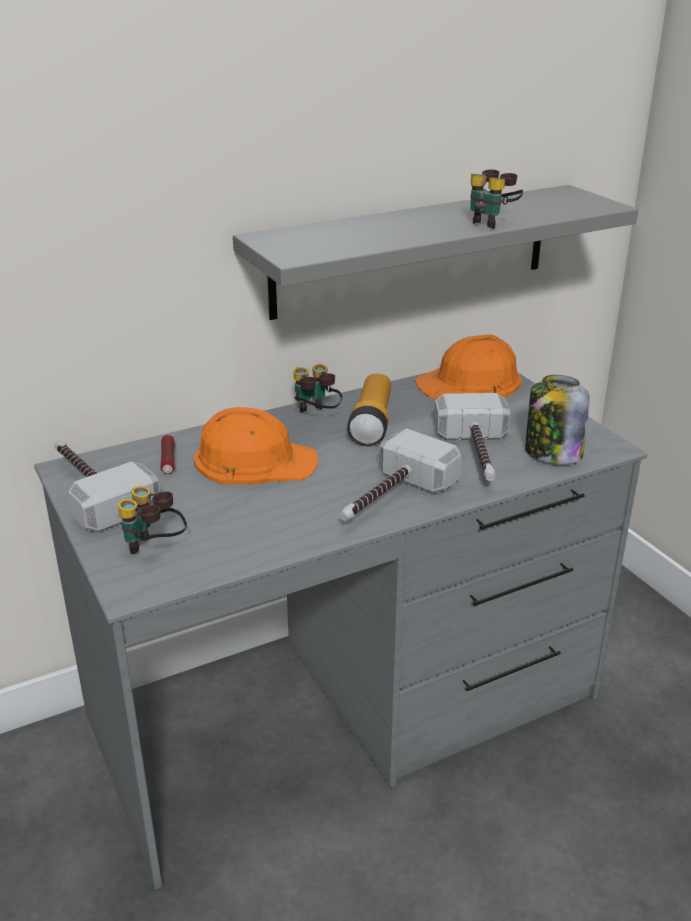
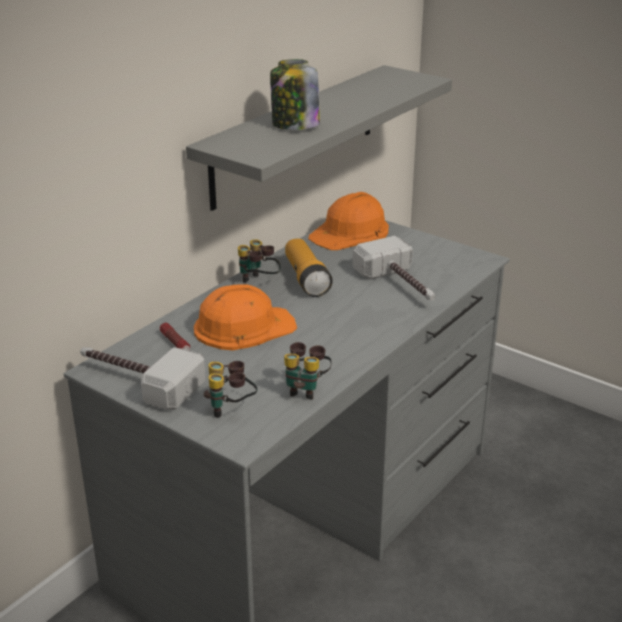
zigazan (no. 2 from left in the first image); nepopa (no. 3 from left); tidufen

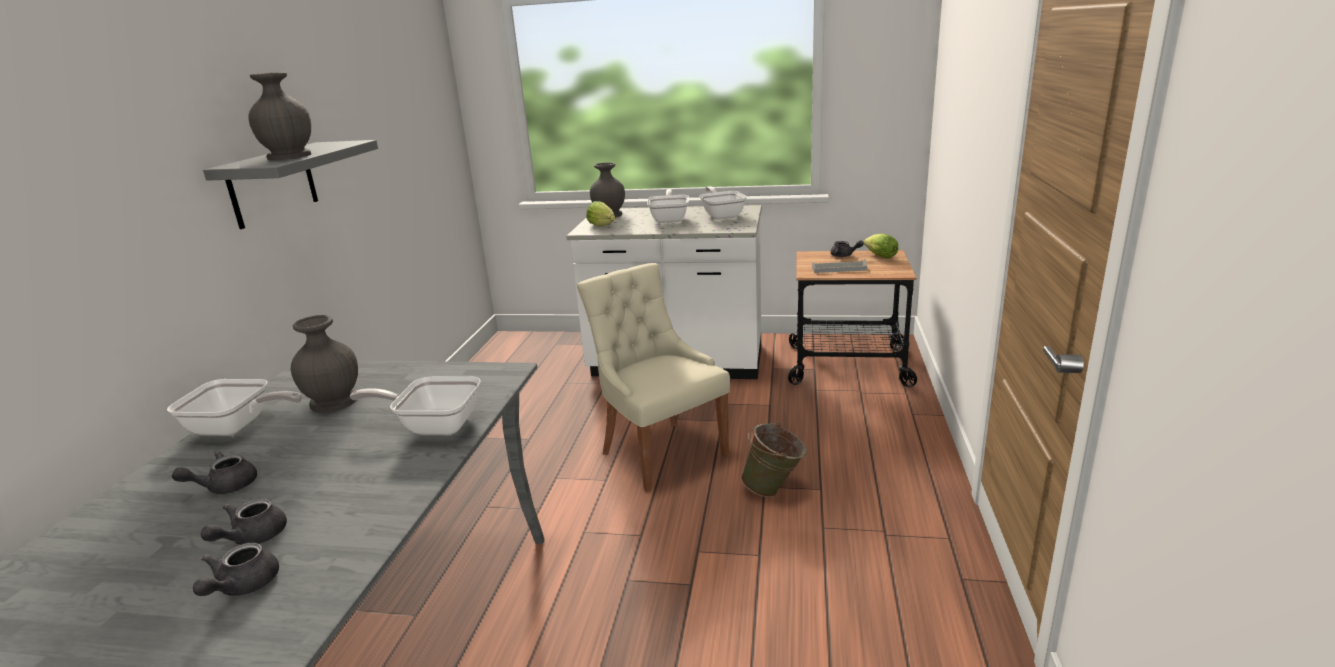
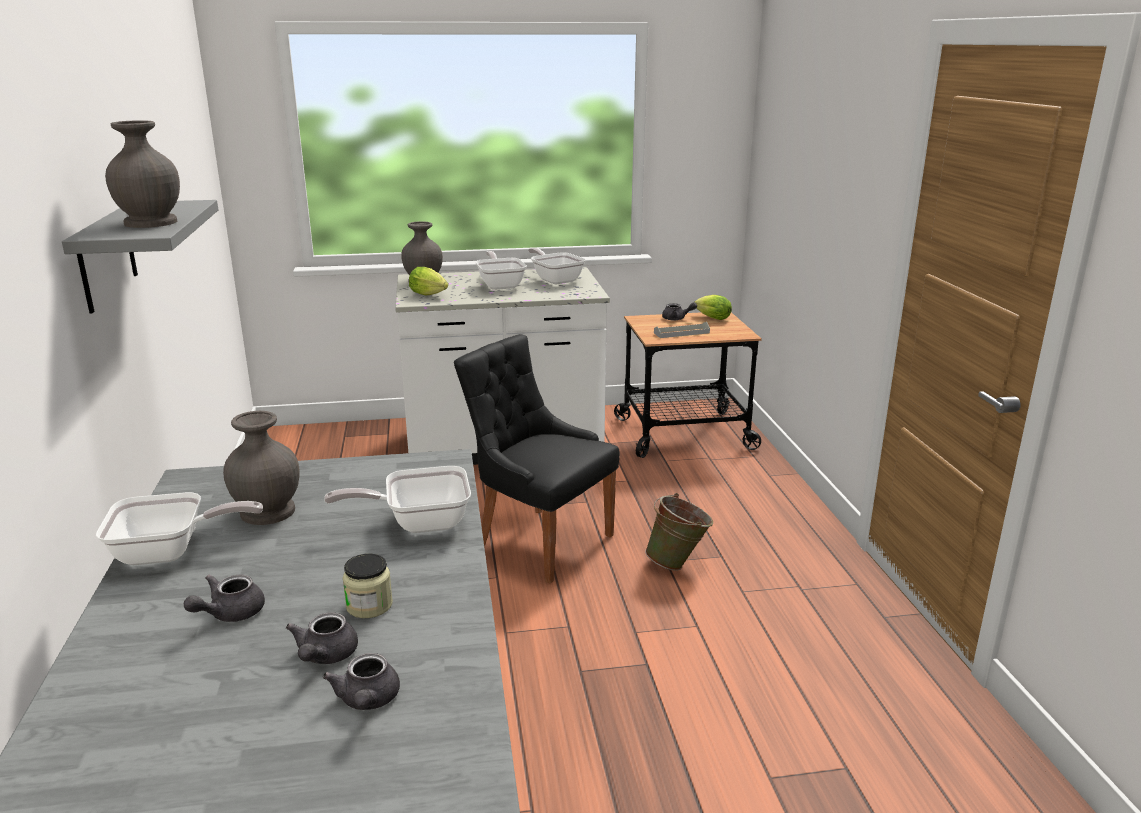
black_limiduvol; tidufen

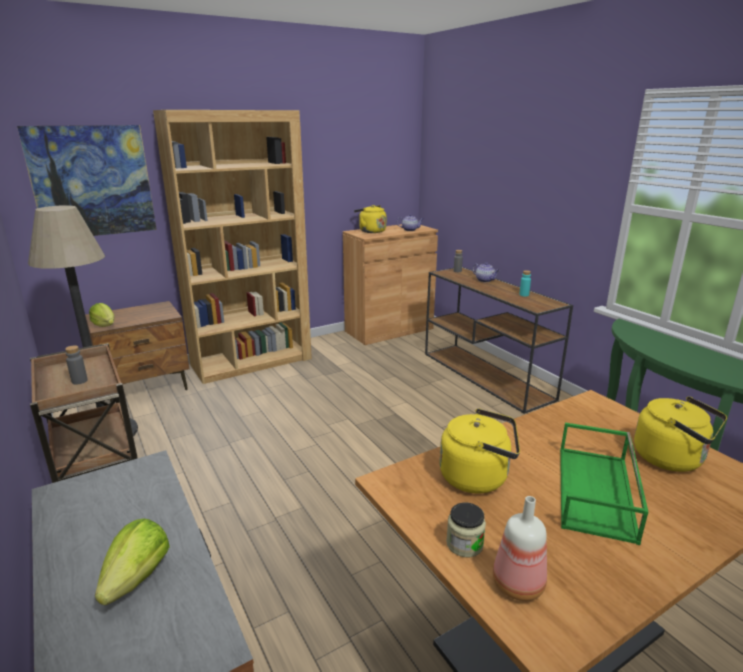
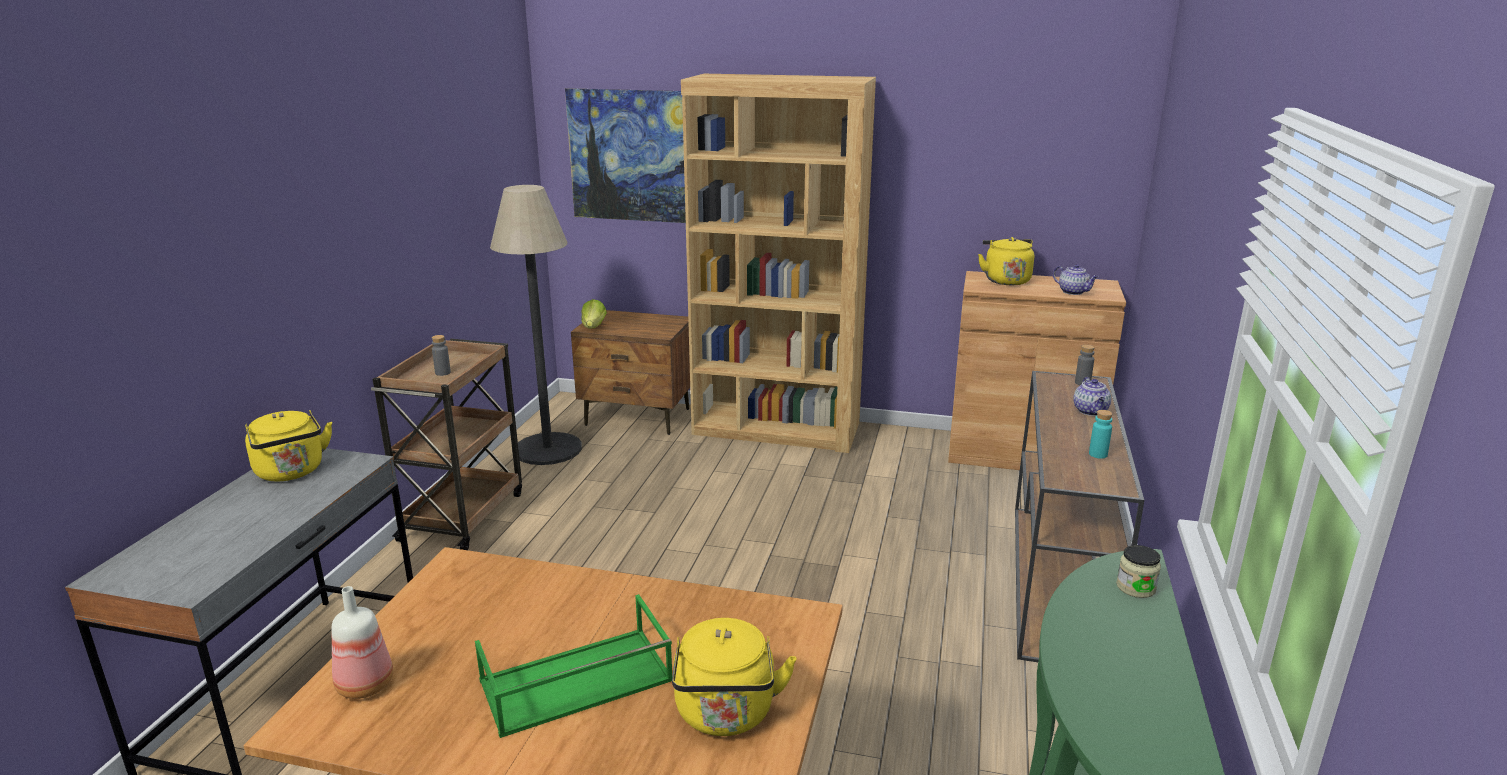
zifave (no. 2 from left in the first image); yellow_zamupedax (no. 1 from left); tidufen

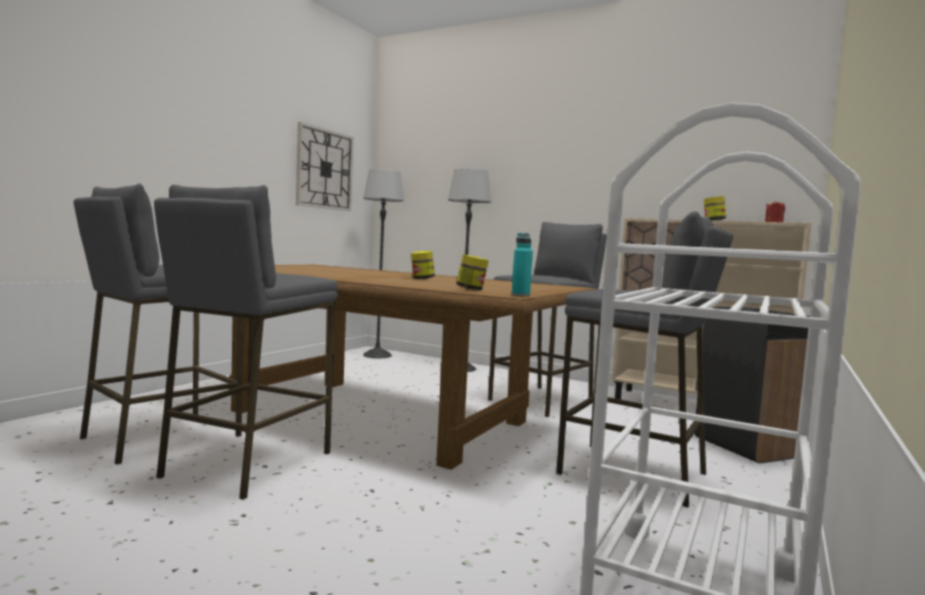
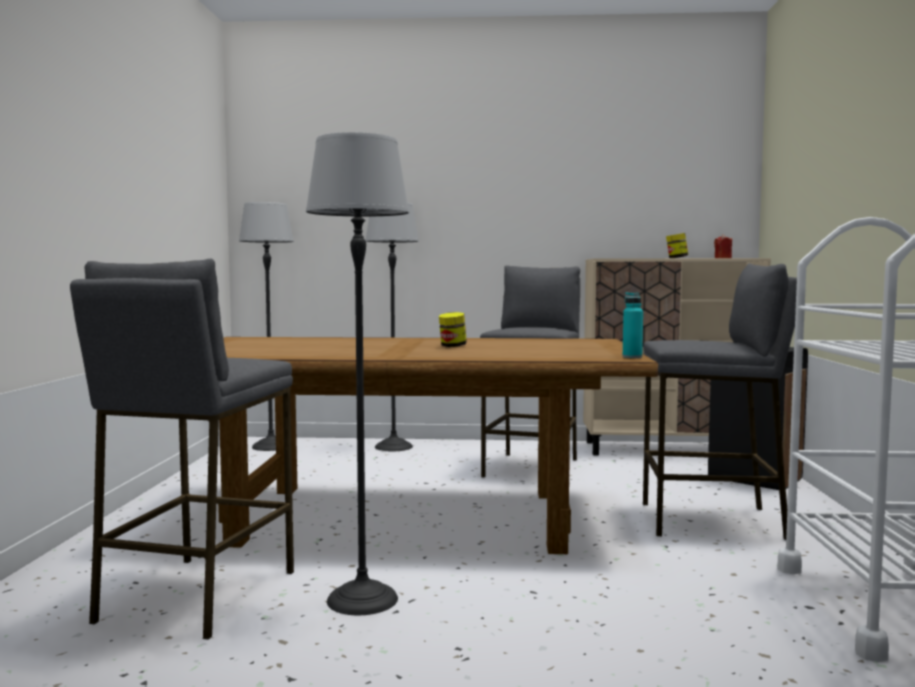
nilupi (no. 2 from left); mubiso; tidufen (no. 2 from left in the first image)

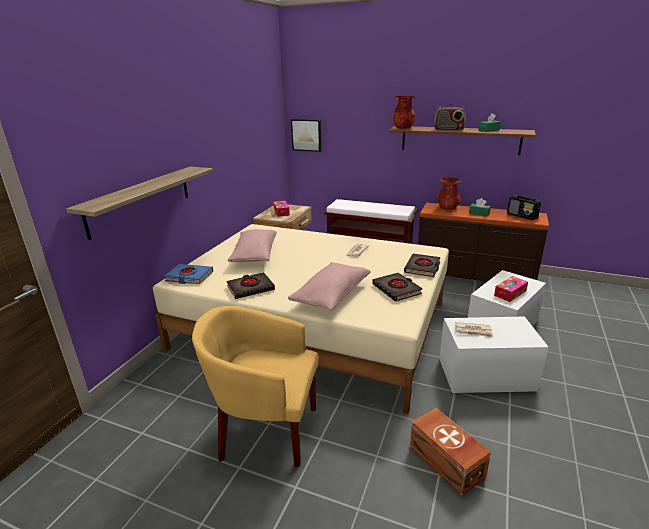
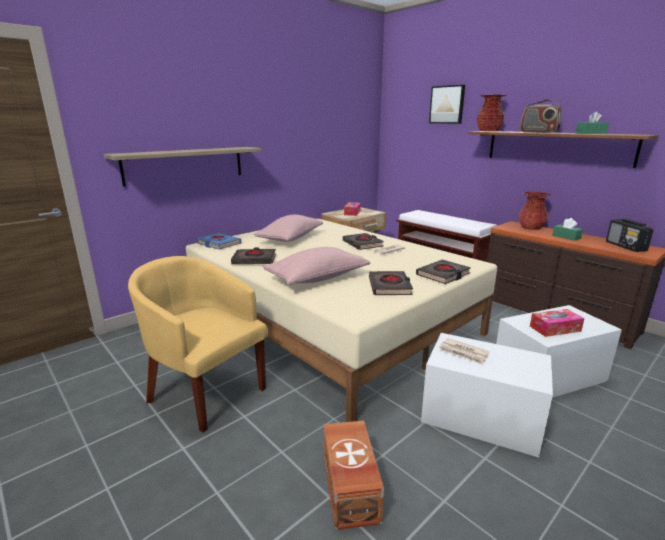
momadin; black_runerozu (no. 2 from left)

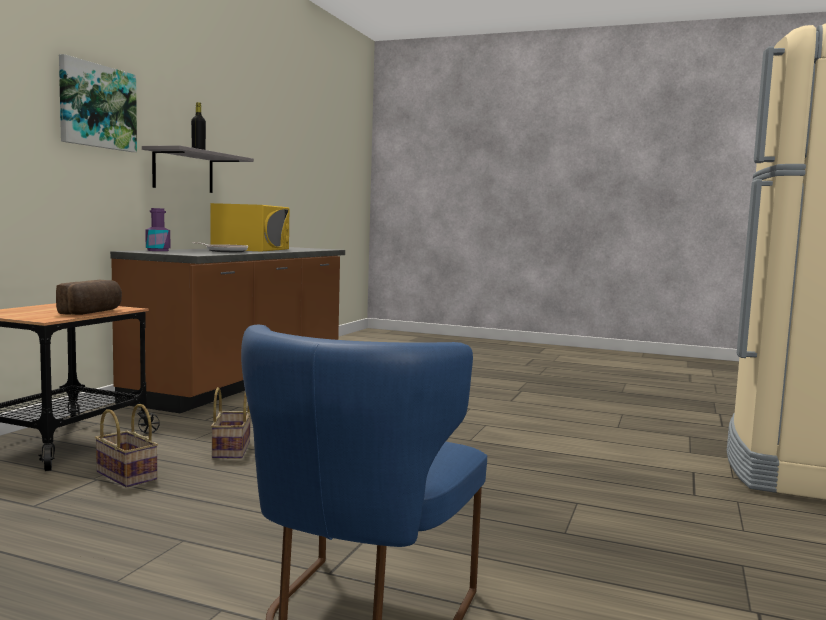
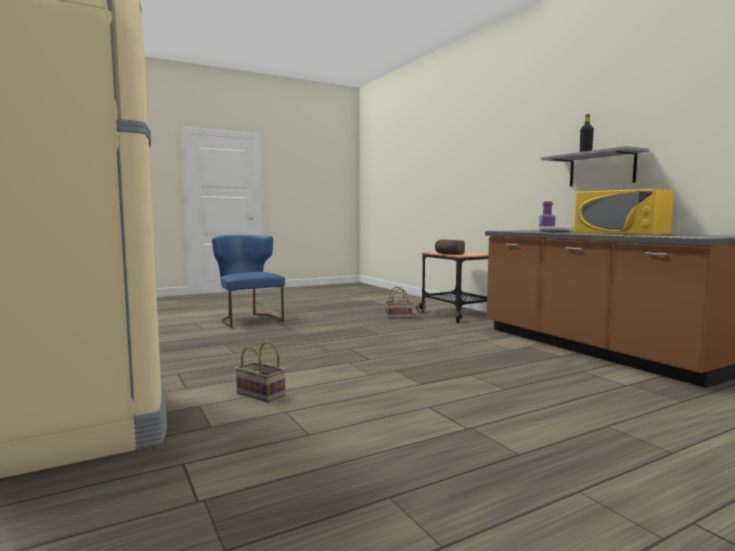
momadin; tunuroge (no. 1 from left)

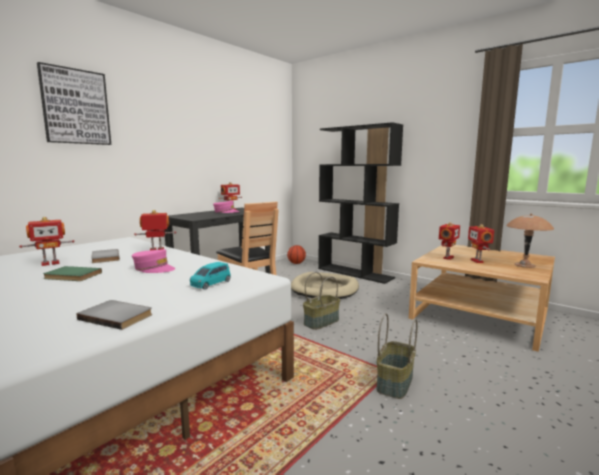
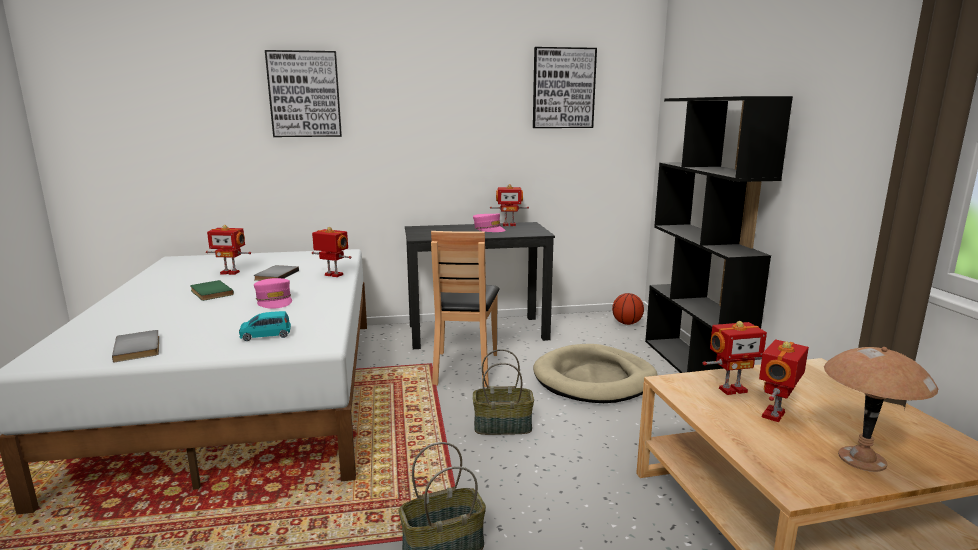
momadin (no. 2 from left)

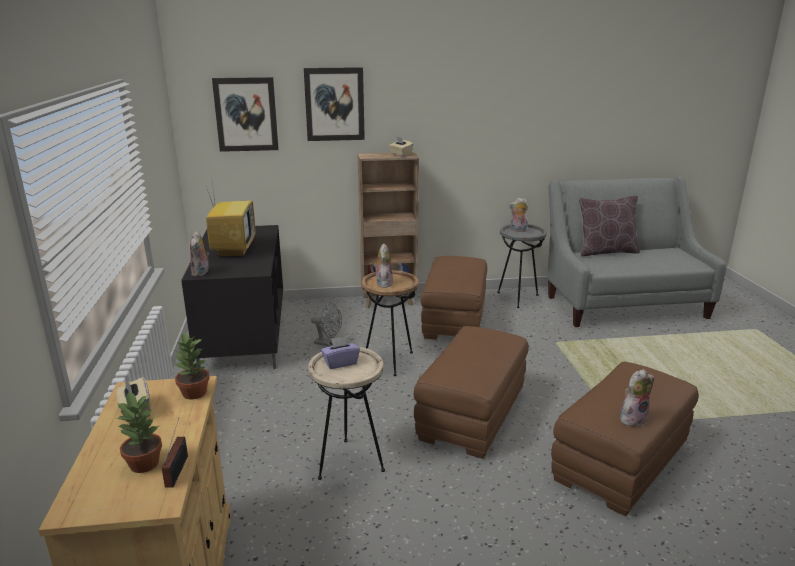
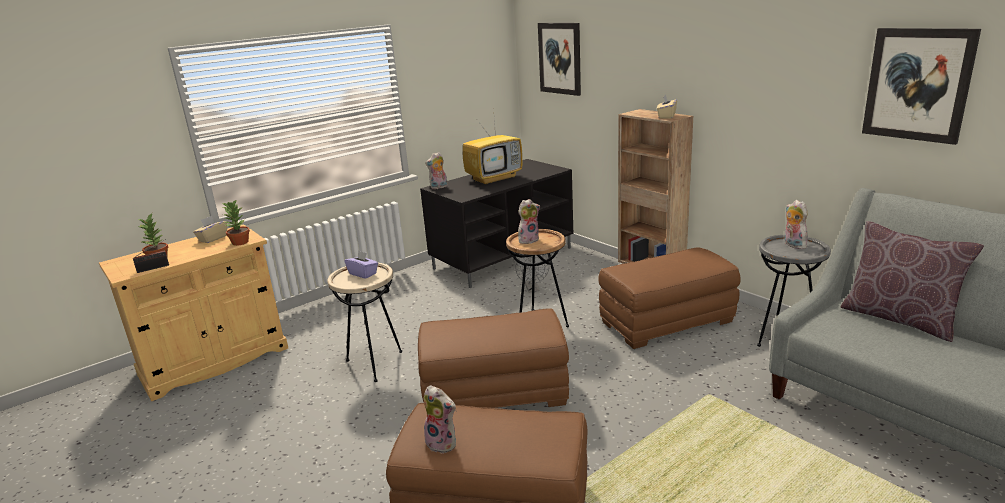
momadin (no. 2 from left)

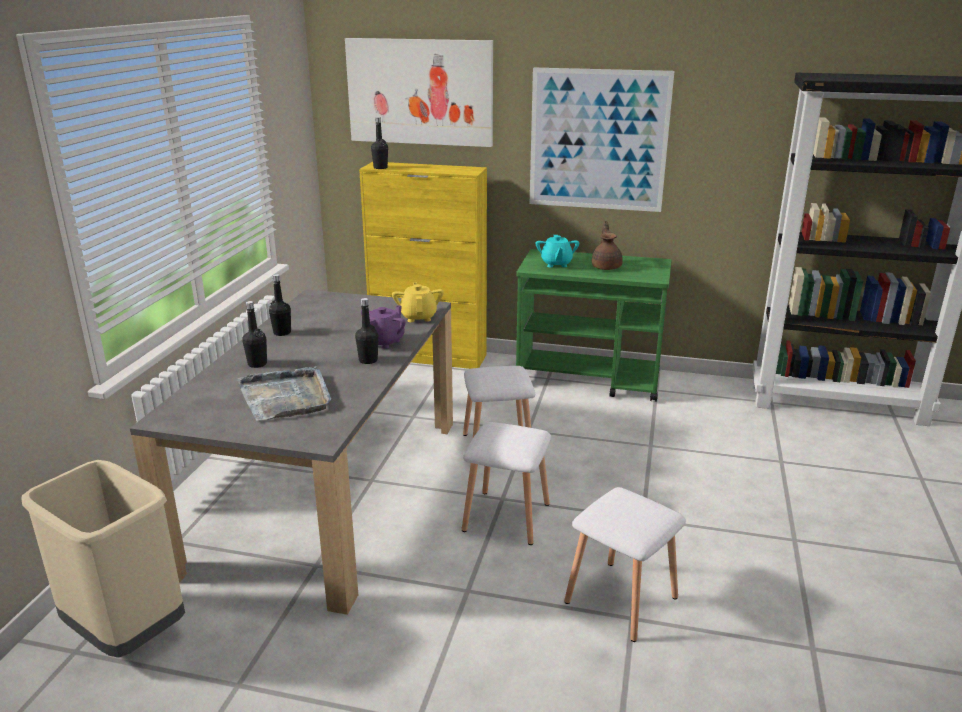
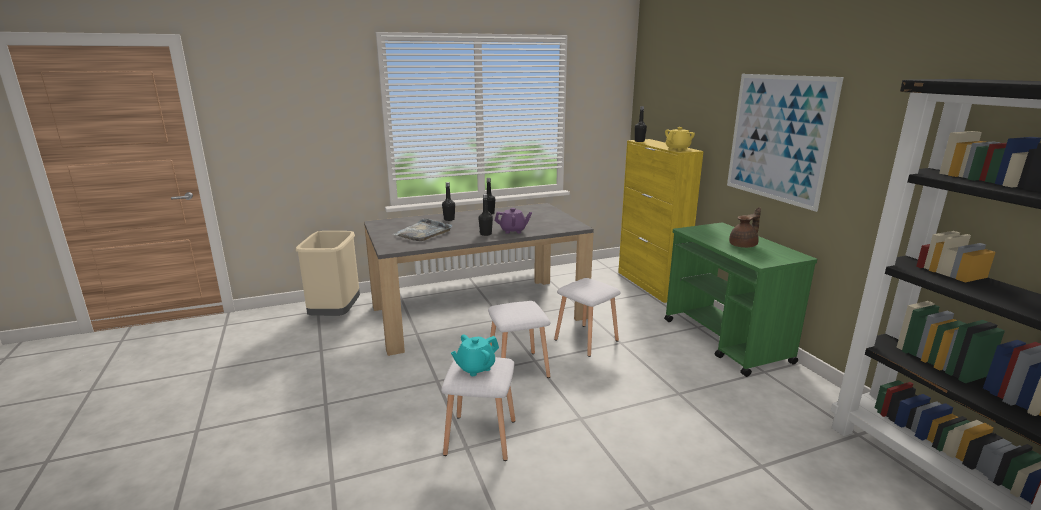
momadin (no. 1 from left in the first image); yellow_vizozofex; turquoise_vizozofex

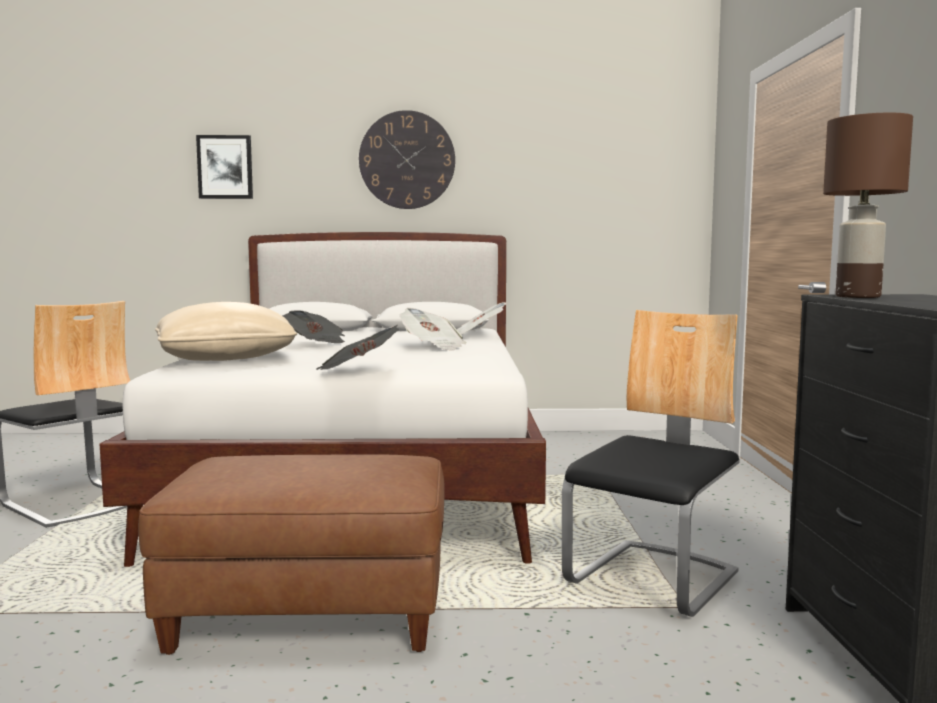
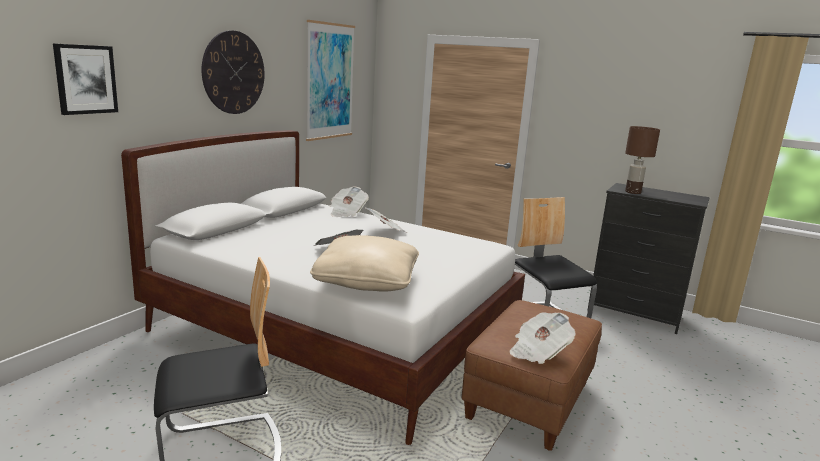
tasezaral (no. 4 from left); momadin (no. 2 from left)

